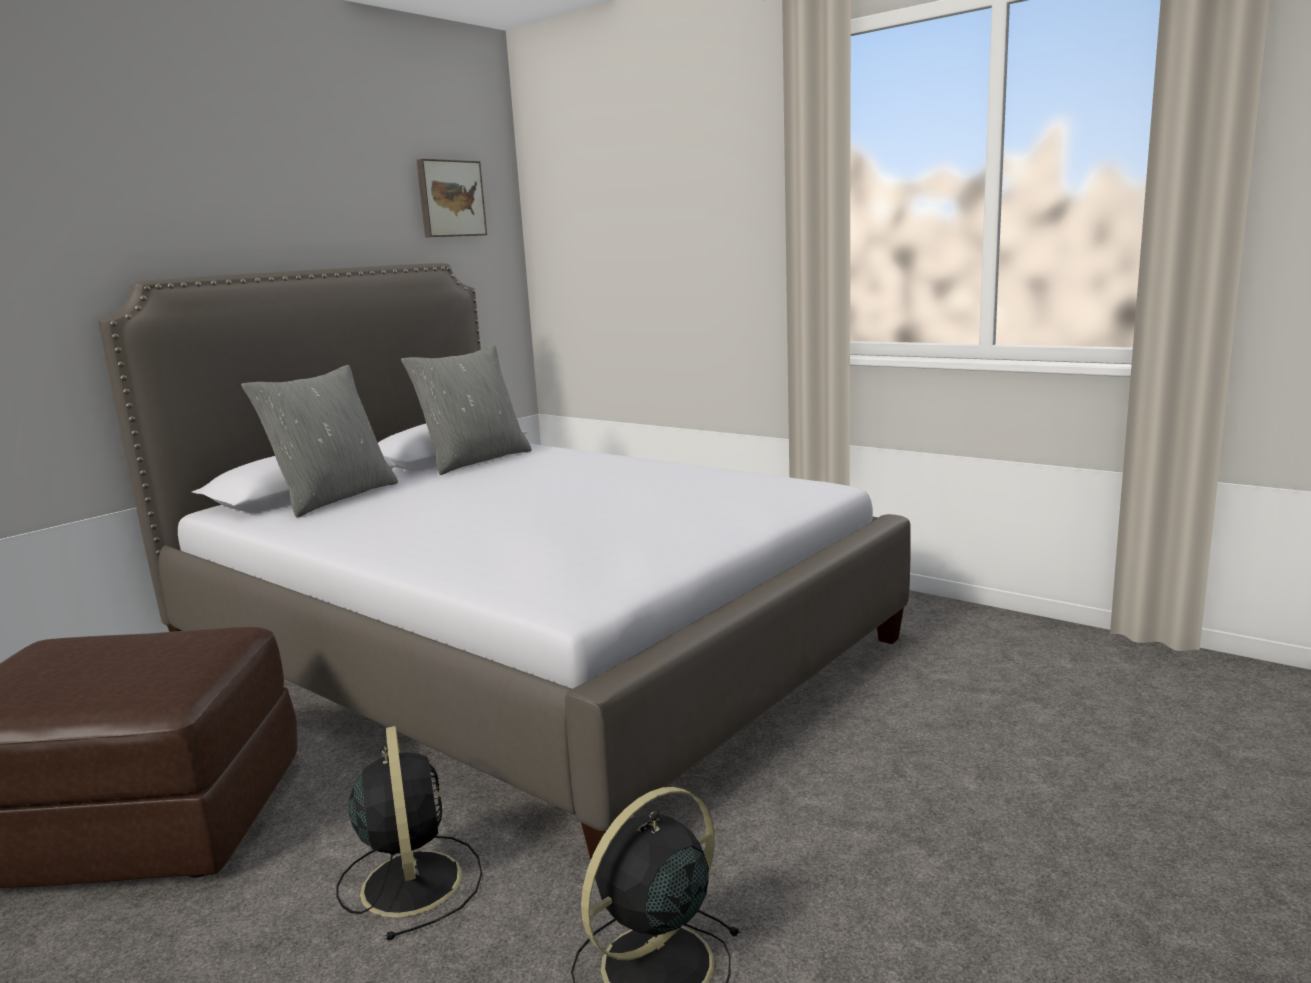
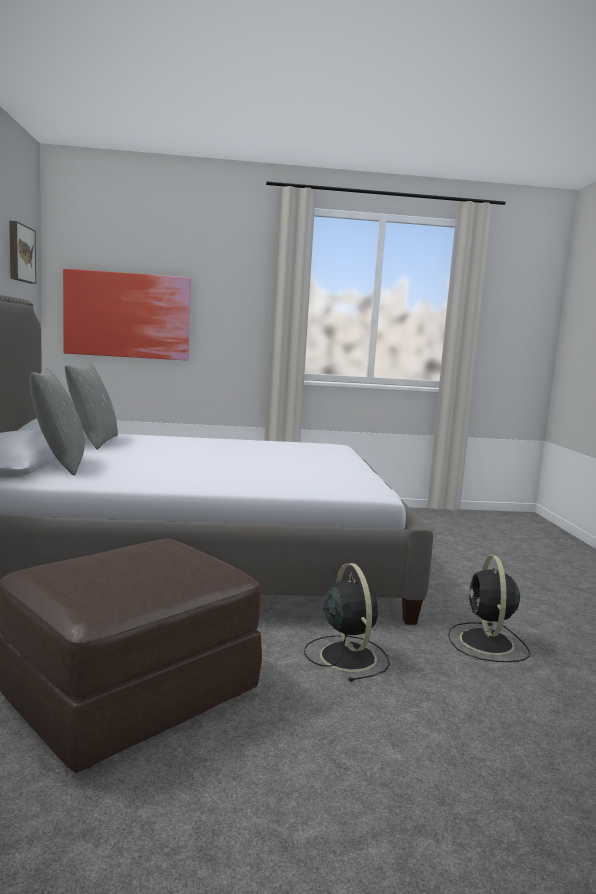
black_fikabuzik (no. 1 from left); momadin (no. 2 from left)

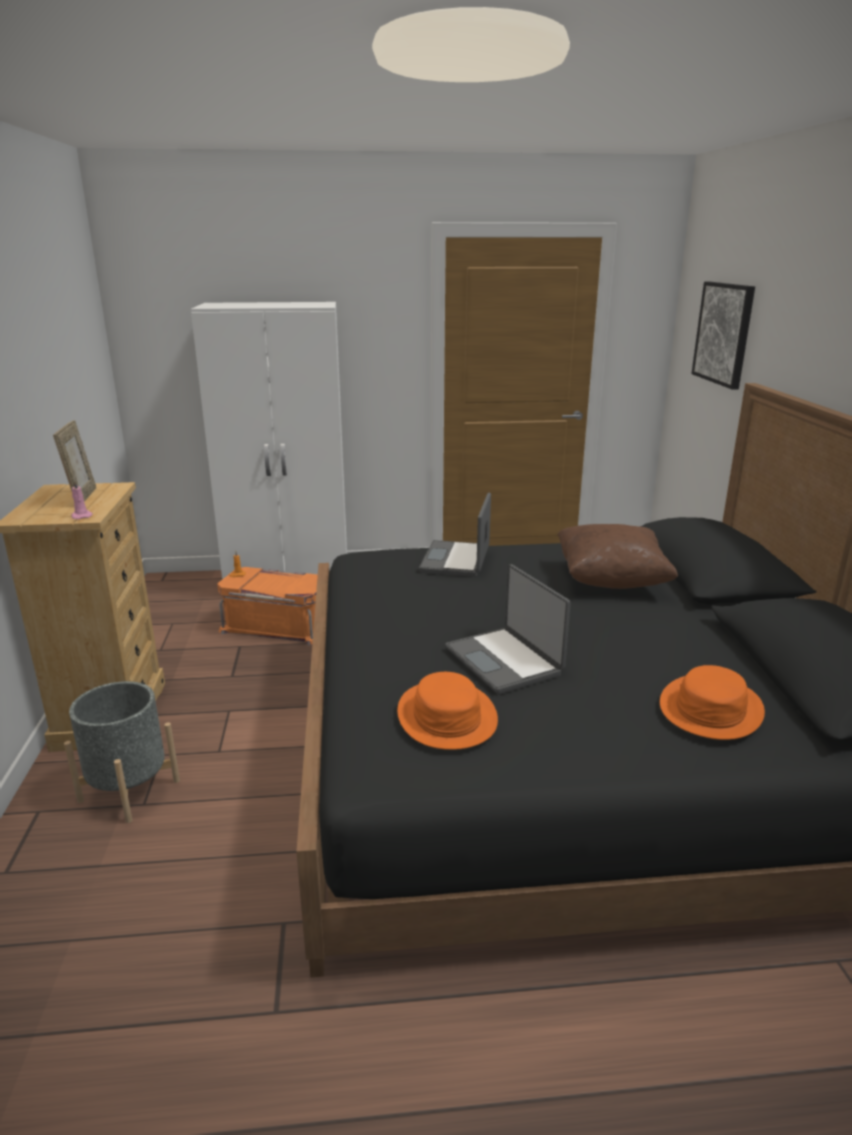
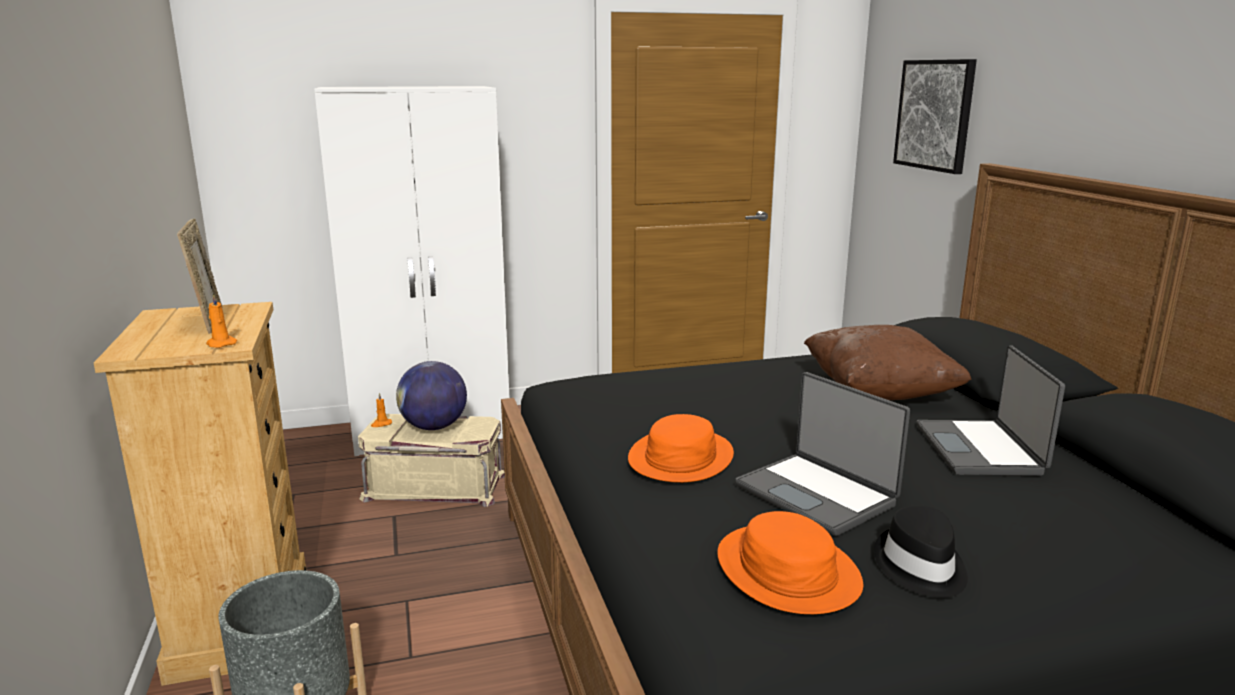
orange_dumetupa (no. 1 from left); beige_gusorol; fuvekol (no. 2 from left); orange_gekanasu (no. 1 from left); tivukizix; black_gekanasu

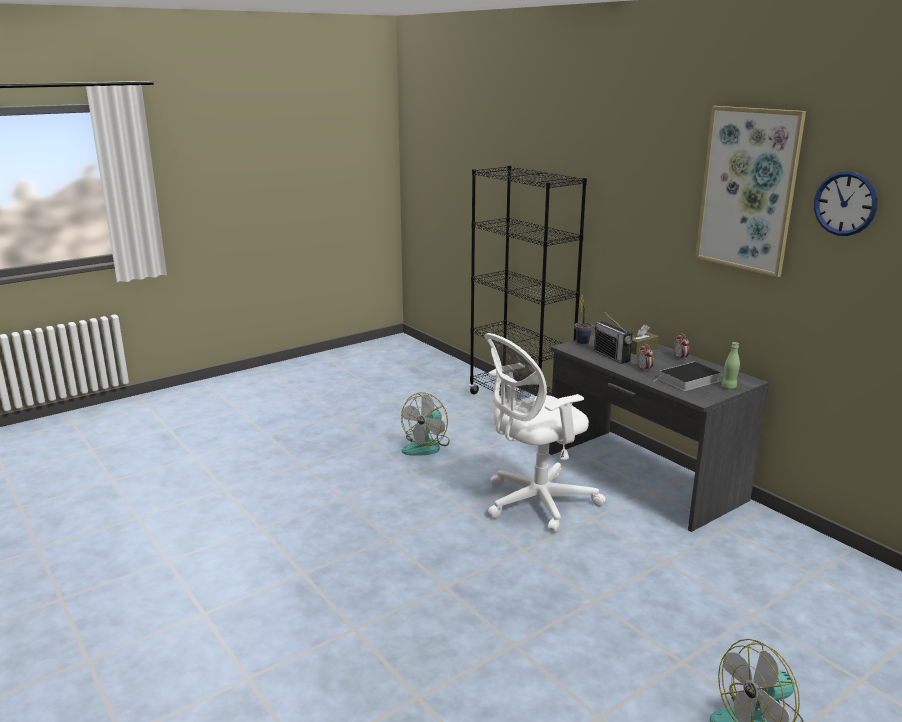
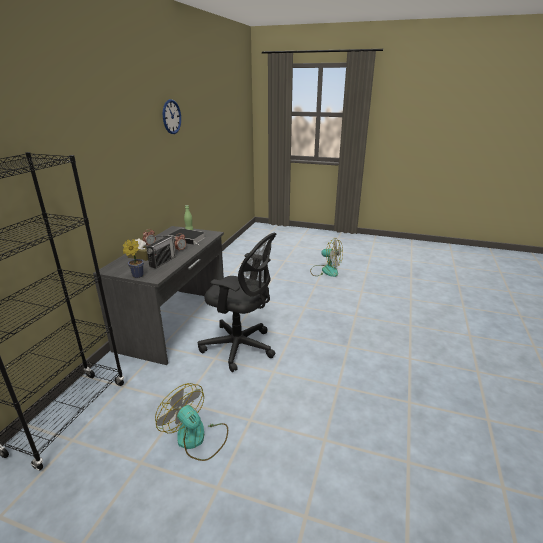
fikabuzik (no. 1 from left); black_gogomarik; momadin

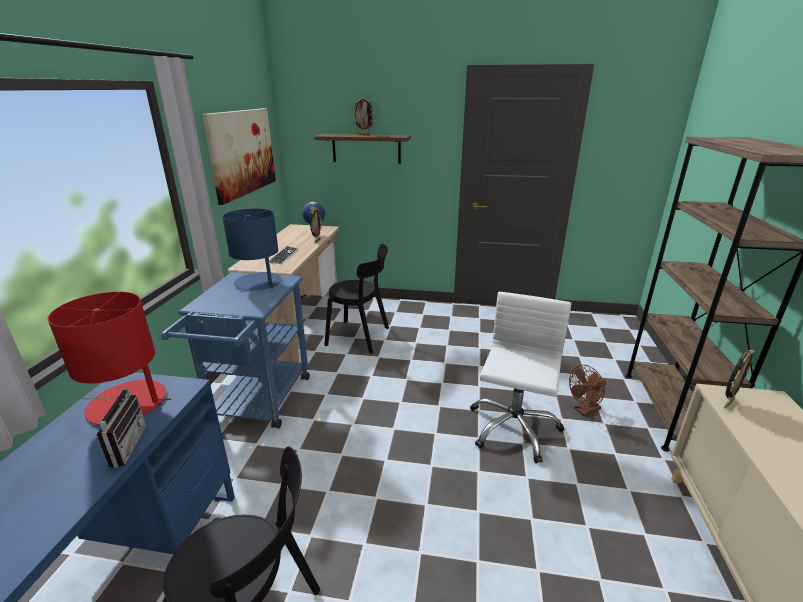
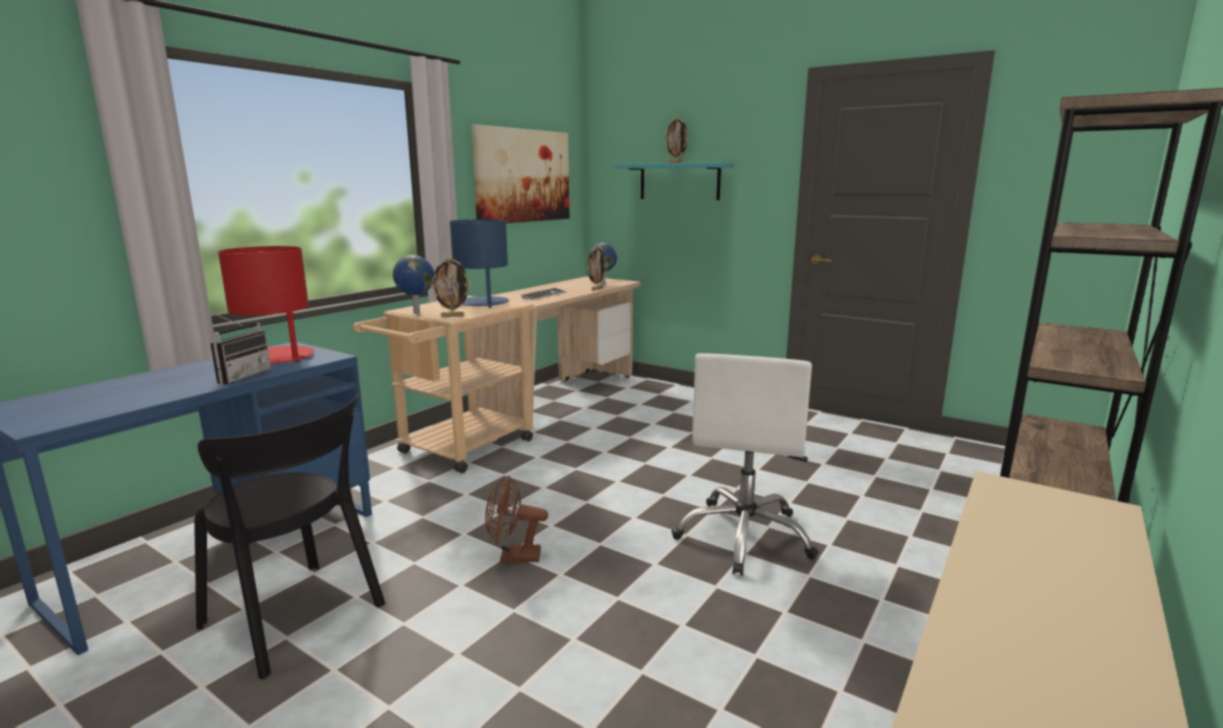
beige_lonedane; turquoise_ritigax; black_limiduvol (no. 2 from left in the first image); white_gogomarik; brown_fikabuzik; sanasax (no. 1 from left); tivukizix (no. 1 from left)

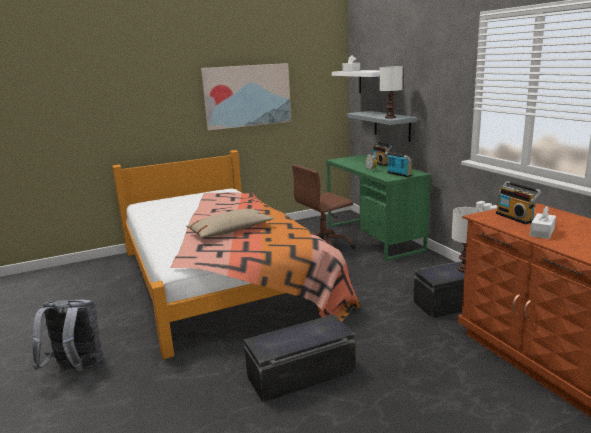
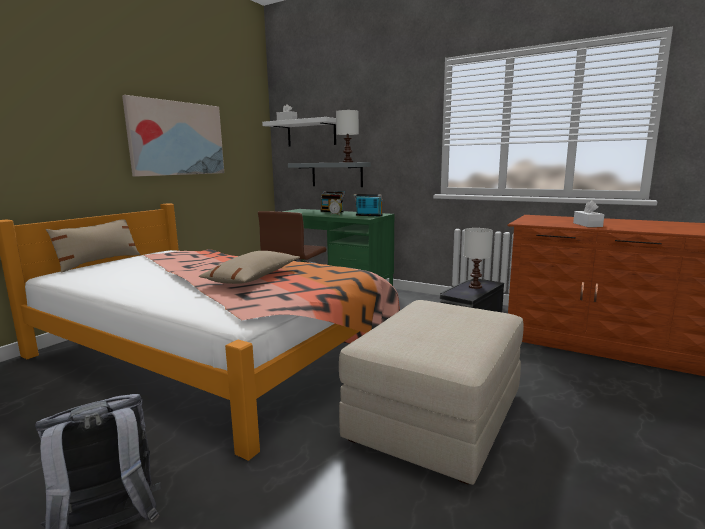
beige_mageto; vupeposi (no. 3 from left in the first image); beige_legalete (no. 1 from left)

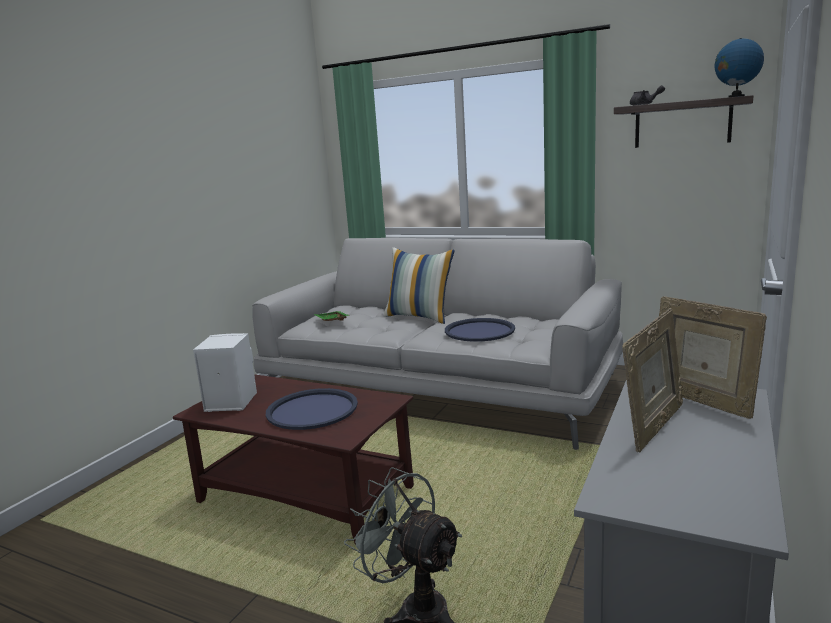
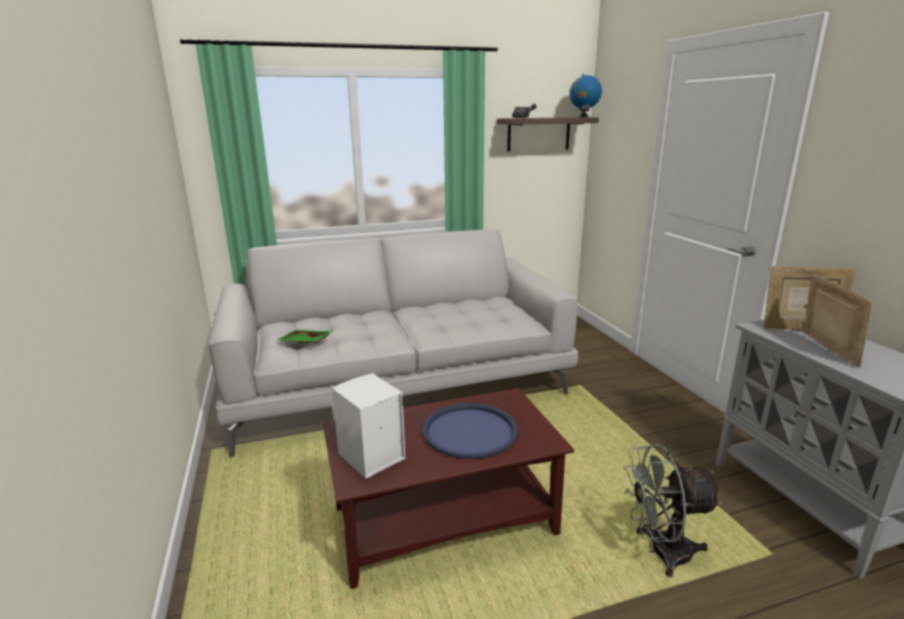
legalete; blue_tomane (no. 2 from left in the first image)

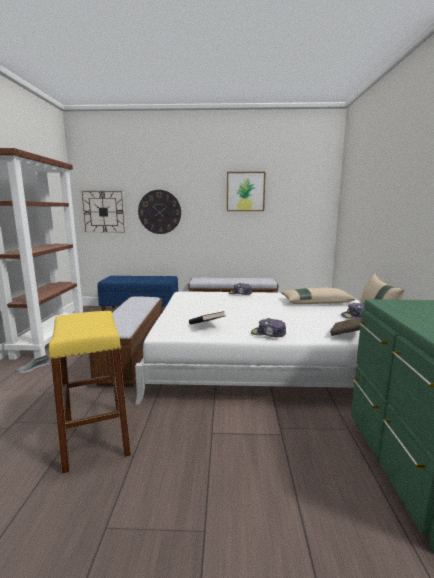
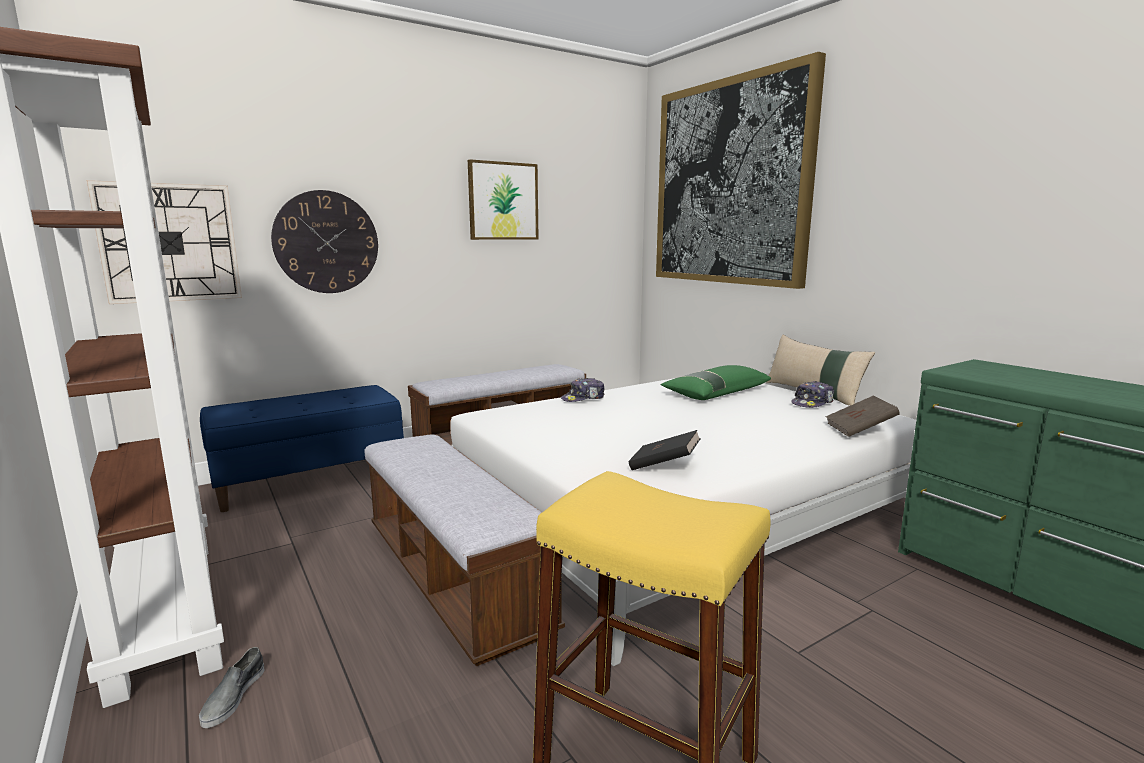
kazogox (no. 2 from left in the first image); green_legalete; momadin (no. 2 from left)

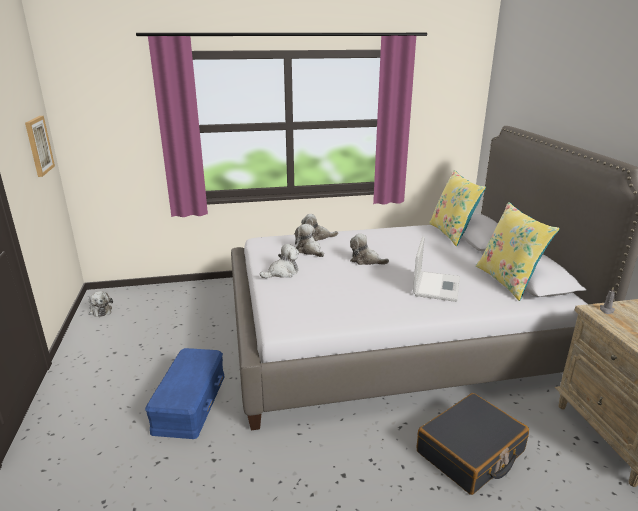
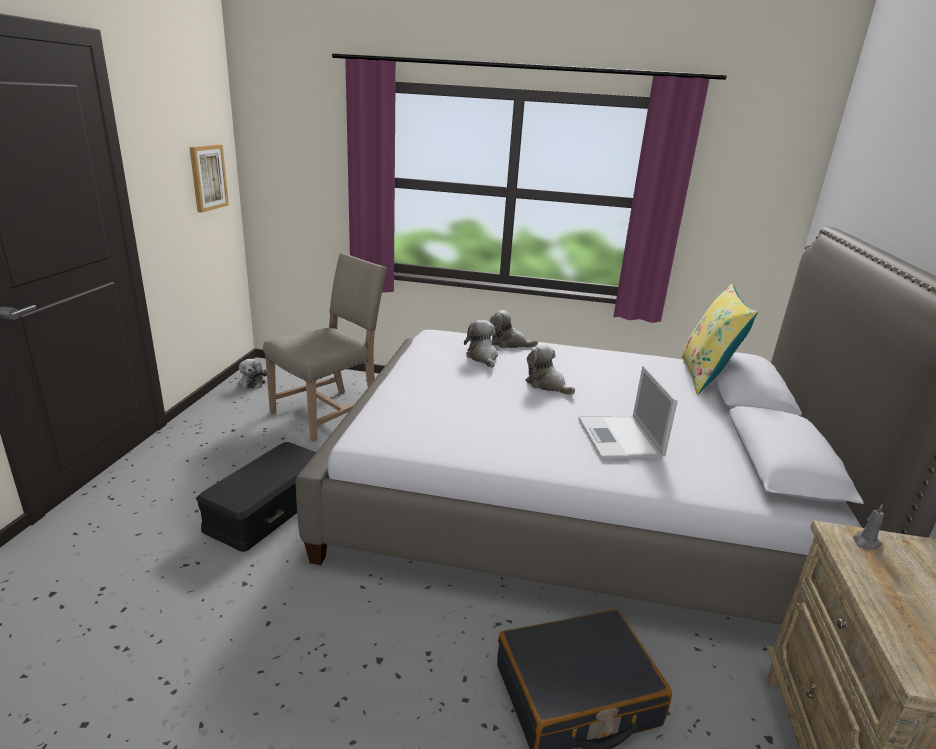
black_gusorol; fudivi (no. 2 from left in the first image); fuvekol; yellow_legalete (no. 2 from left in the first image); beige_limiduvol

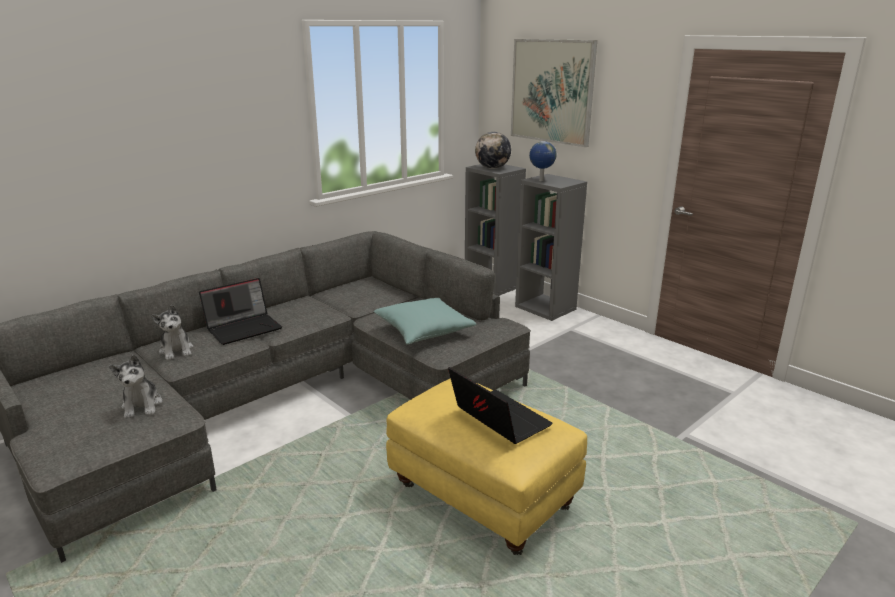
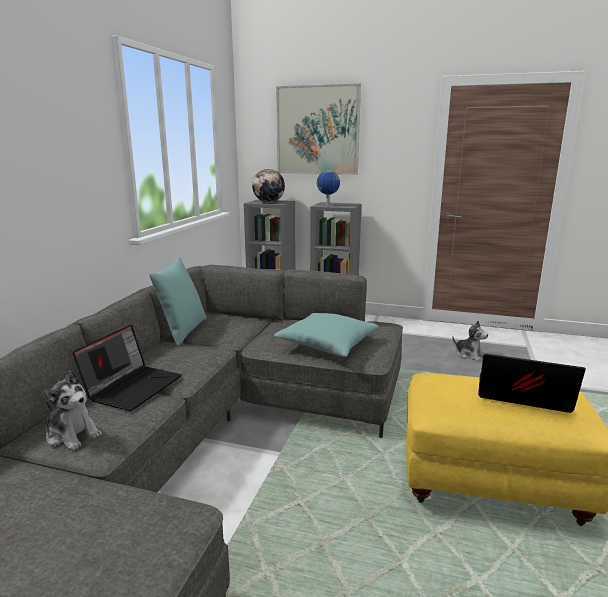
fudivi (no. 2 from left); turquoise_legalete (no. 1 from left)

